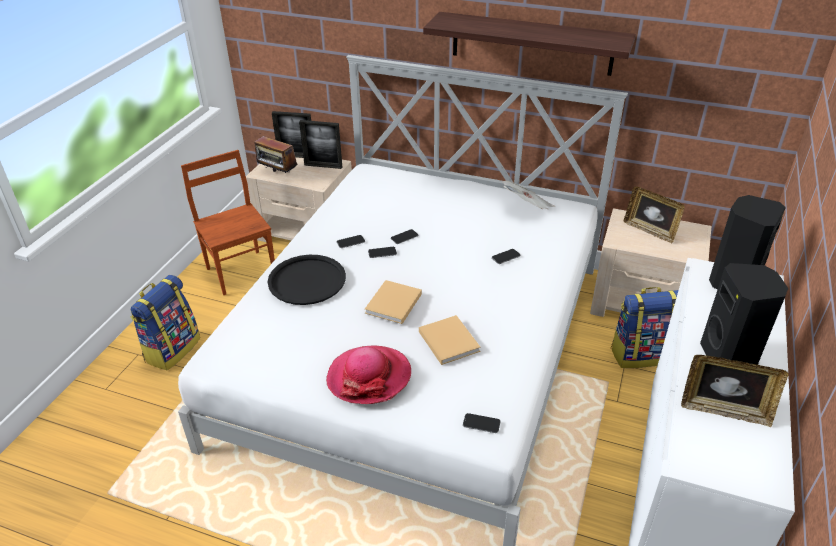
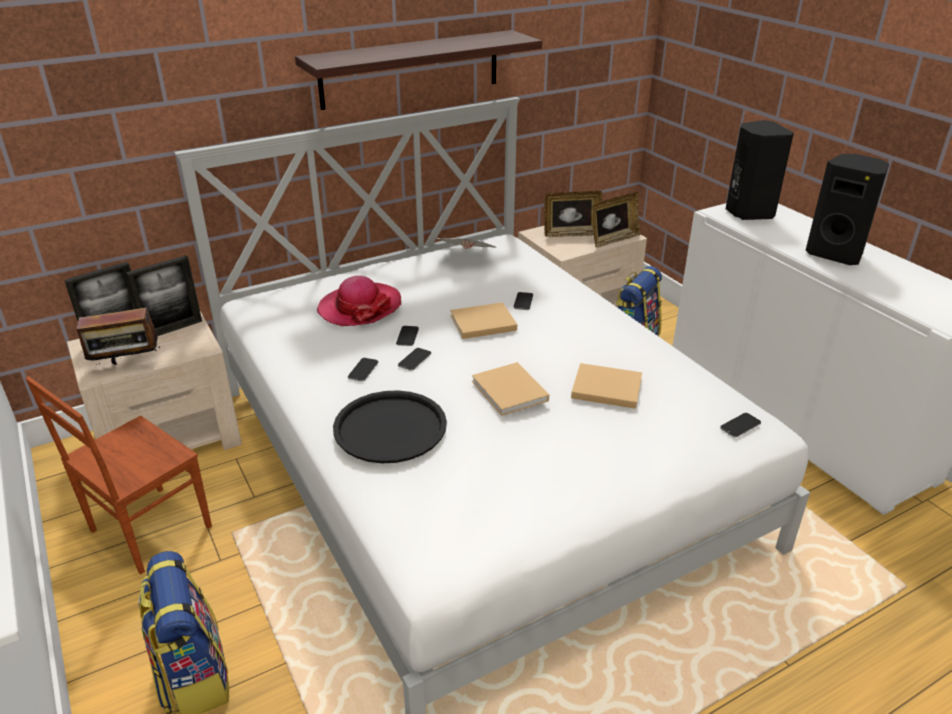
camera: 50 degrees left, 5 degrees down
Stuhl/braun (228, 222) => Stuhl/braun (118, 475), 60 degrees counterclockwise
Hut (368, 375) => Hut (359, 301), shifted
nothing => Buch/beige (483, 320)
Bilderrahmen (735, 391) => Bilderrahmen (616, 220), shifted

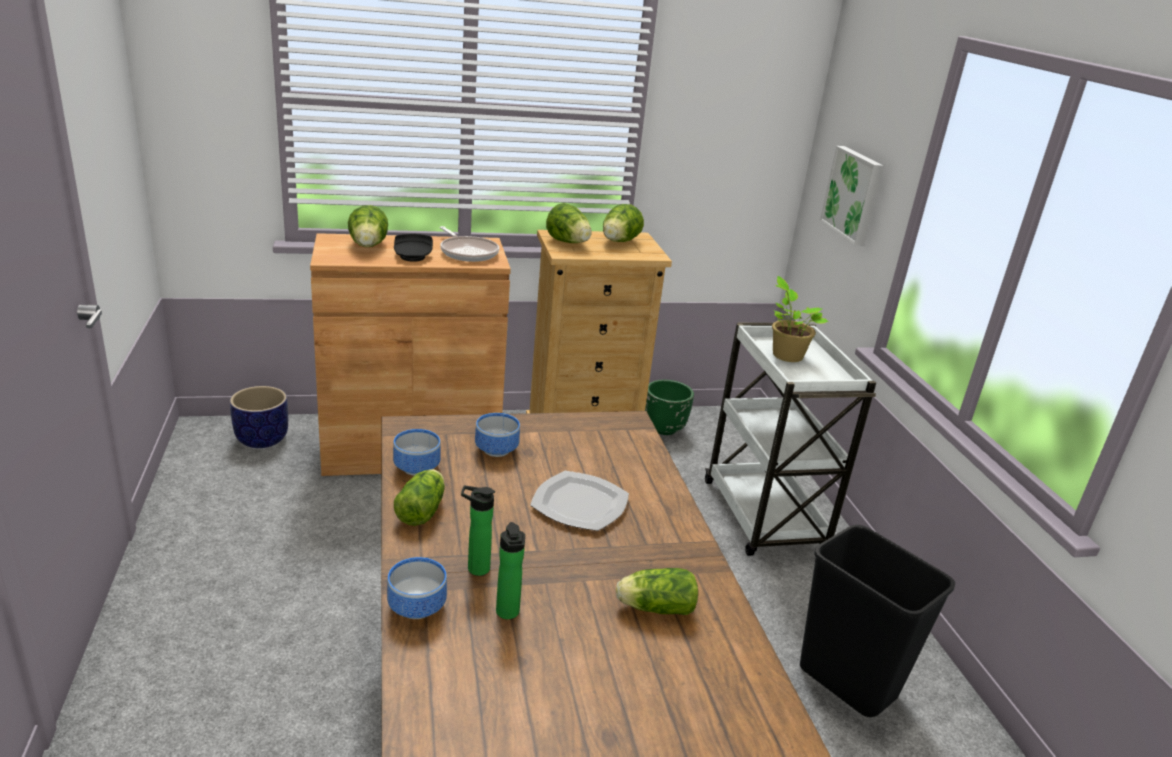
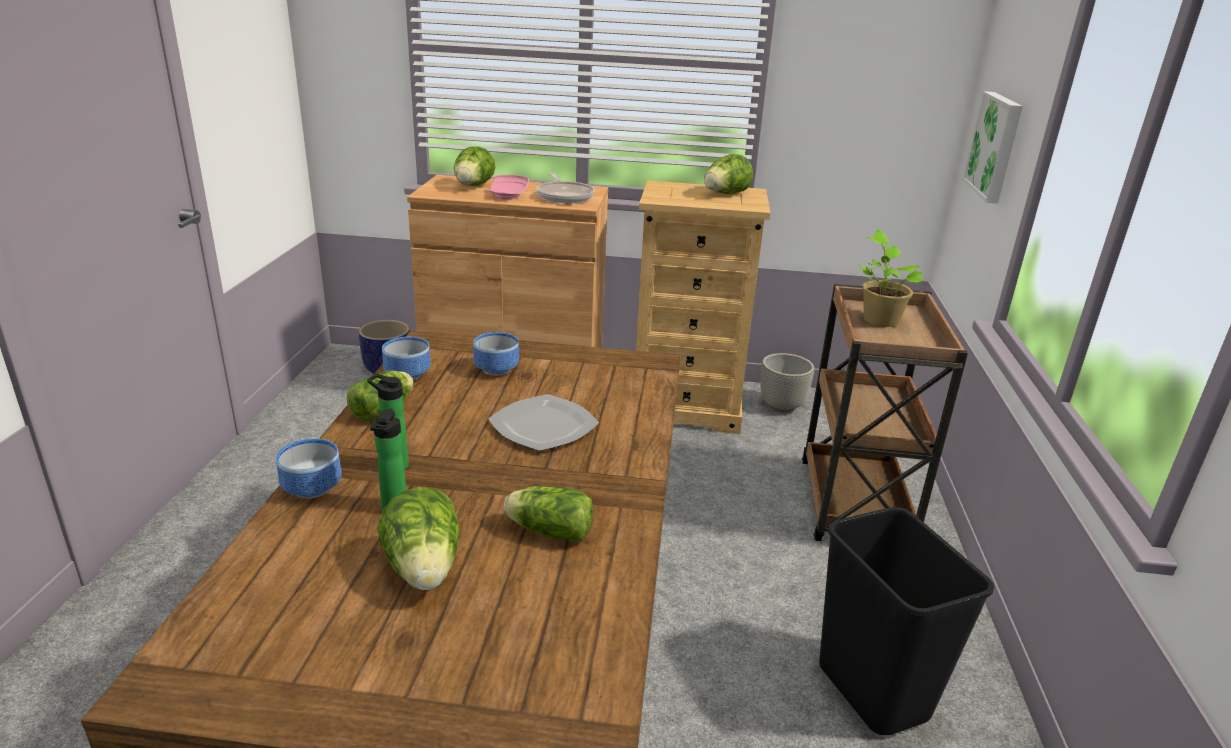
camera: 20 degrees right, 0 degrees up
Salatkopf (569, 223) => Salatkopf (418, 538), shifted
Teller/schwarz (413, 248) => Teller/rosa (509, 187)
Pflanzkübel/grün (669, 407) => Pflanzkübel/grau (787, 382)
Rollwagen/weiß (790, 439) => Rollwagen/braun (885, 412)

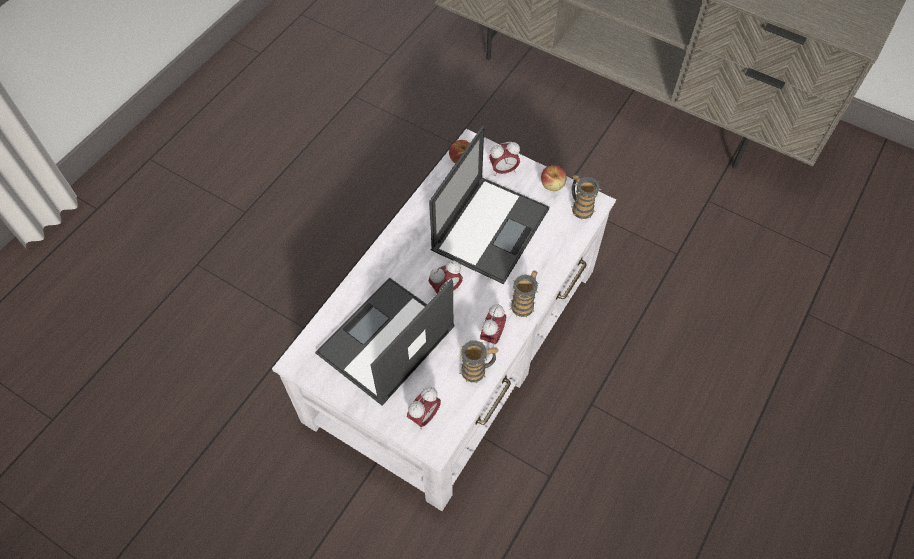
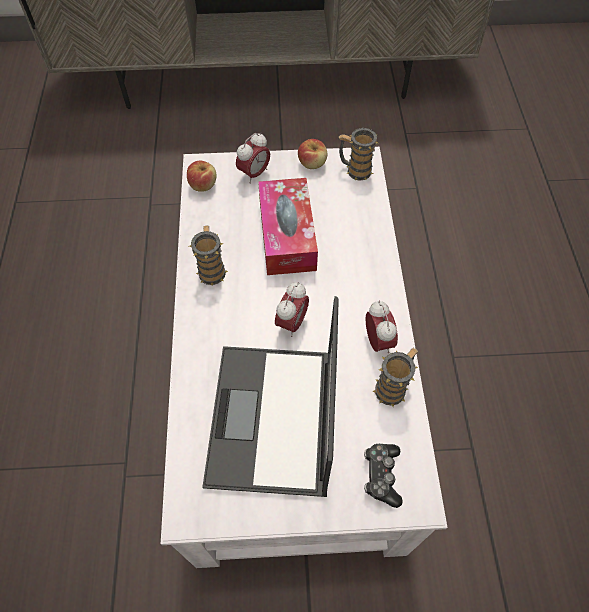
camera: 35 degrees left, 0 degrees up
Henkelbecher (524, 294) => Henkelbecher (208, 255), shifted
Laptop (489, 205) => Taschentuchbox (288, 226)
Wecker (424, 408) => Gamepad (383, 476)

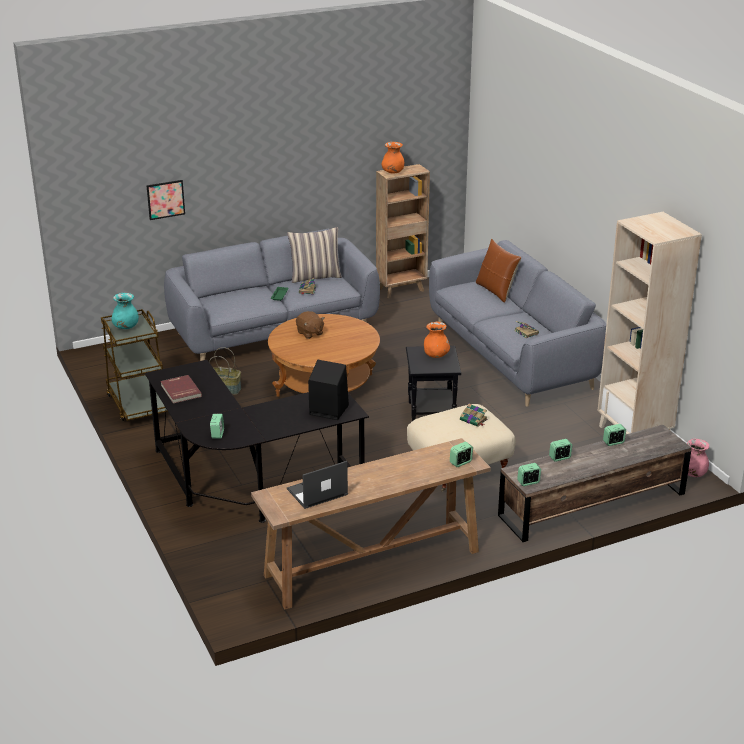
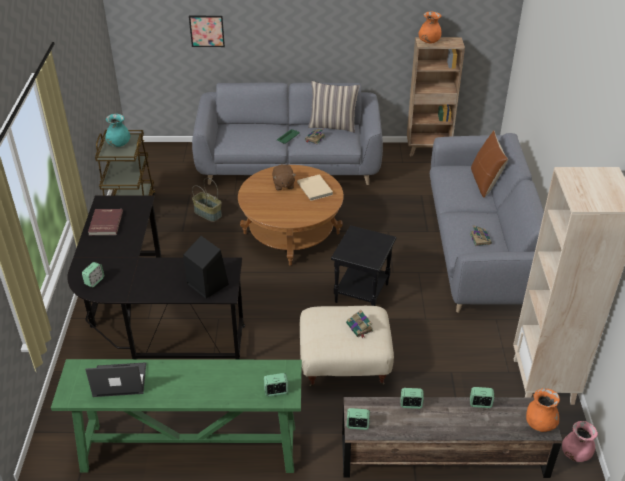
camera: 25 degrees right, 10 degrees up
Konsolentisch/braun (371, 524) => Konsolentisch/grün (176, 416)
nothing => Buch/beige (315, 187)
Vase/orange (437, 340) => Vase/orange (543, 410), shifted

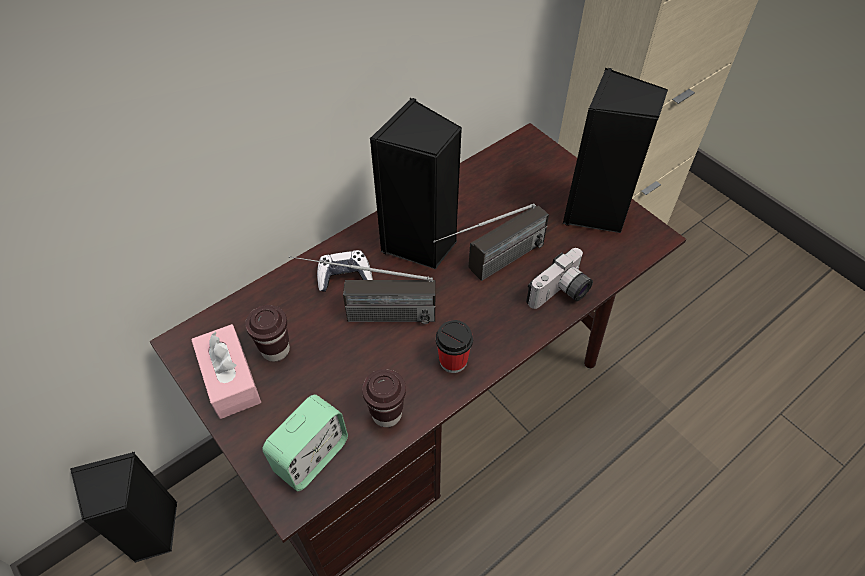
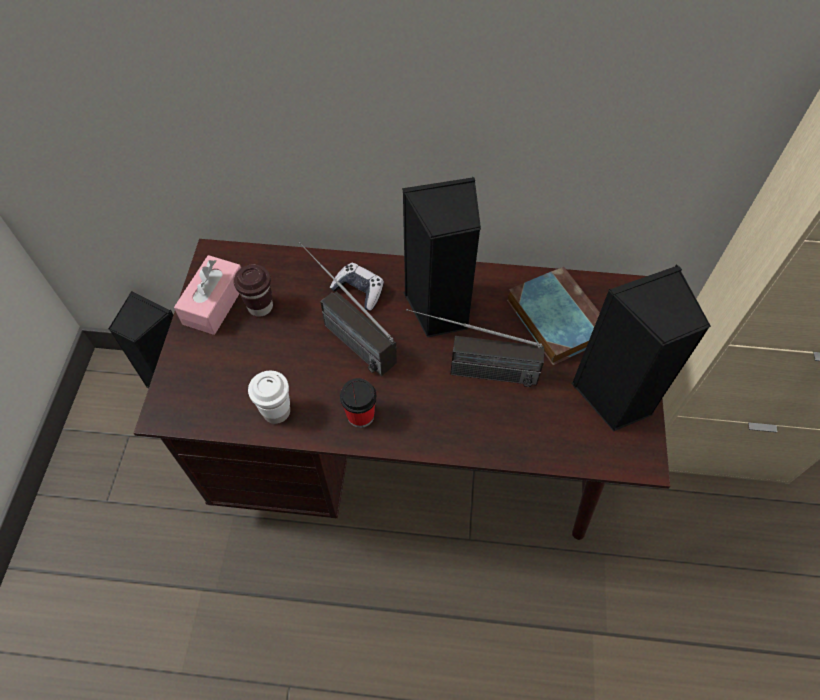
camera: 45 degrees right, 5 degrees up
Tasse/braun (384, 398) => Tasse/weiß (269, 397)
nothing => Buch (553, 315)
Wecker (305, 442) => nothing
Kamera (559, 278) => nothing

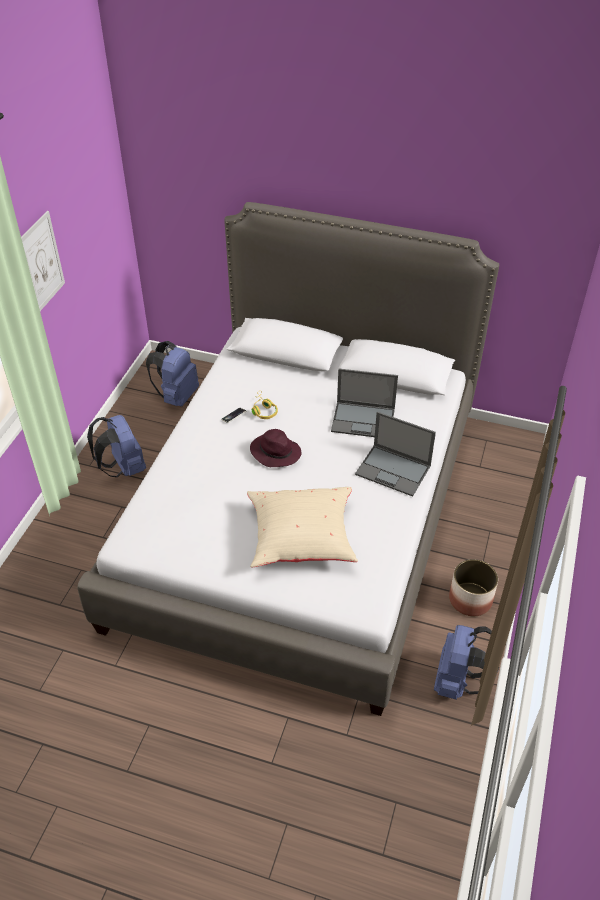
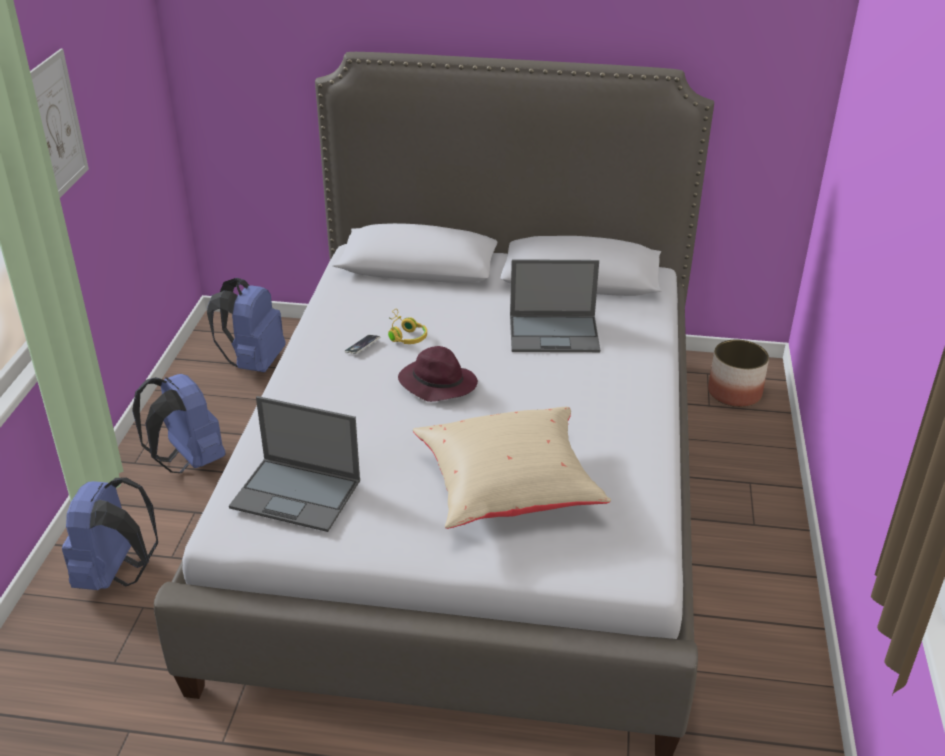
camera: 10 degrees left, 10 degrees down
Rucksack/blau (466, 662) => Rucksack/blau (110, 533), shifted
Laptop (395, 454) => Laptop (294, 464), shifted
Pflanzkübel (473, 587) => Pflanzkübel (738, 373), shifted

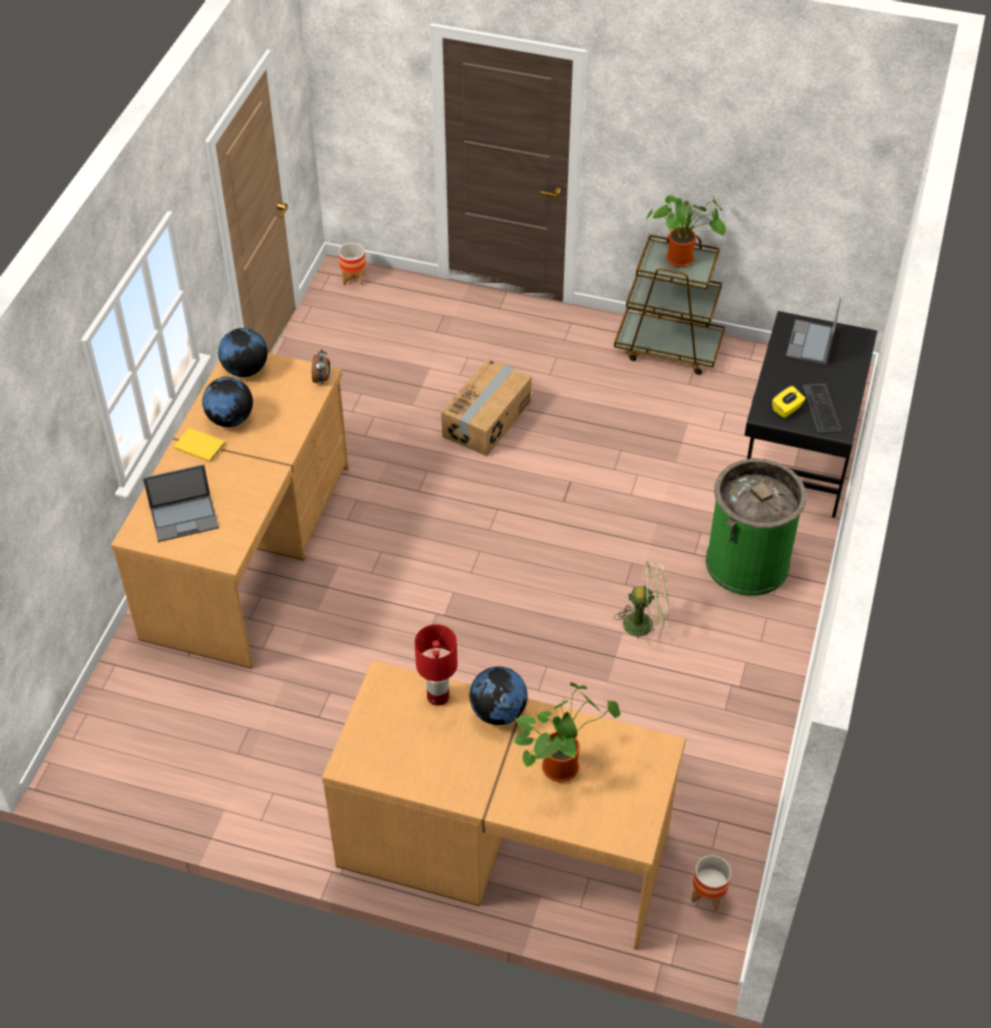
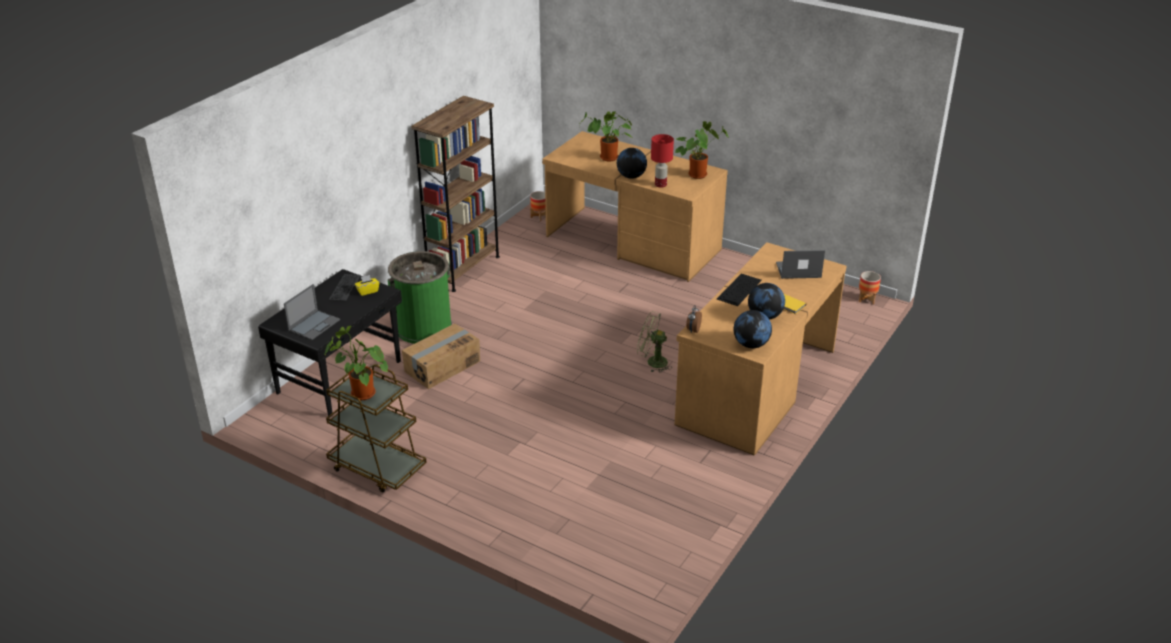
camera: 165 degrees left, 15 degrees down
Karton (486, 407) => Karton (441, 356), shifted
nothing => Bücherregal/braun (455, 194)
Ventilator/grün (641, 604) => Ventilator/grün (654, 342), shifted
nothing => Topfpflanze (702, 150)
nothing => Tastatur (739, 290)
Pflanzkübel (352, 264) => Pflanzkübel (870, 288), shifted

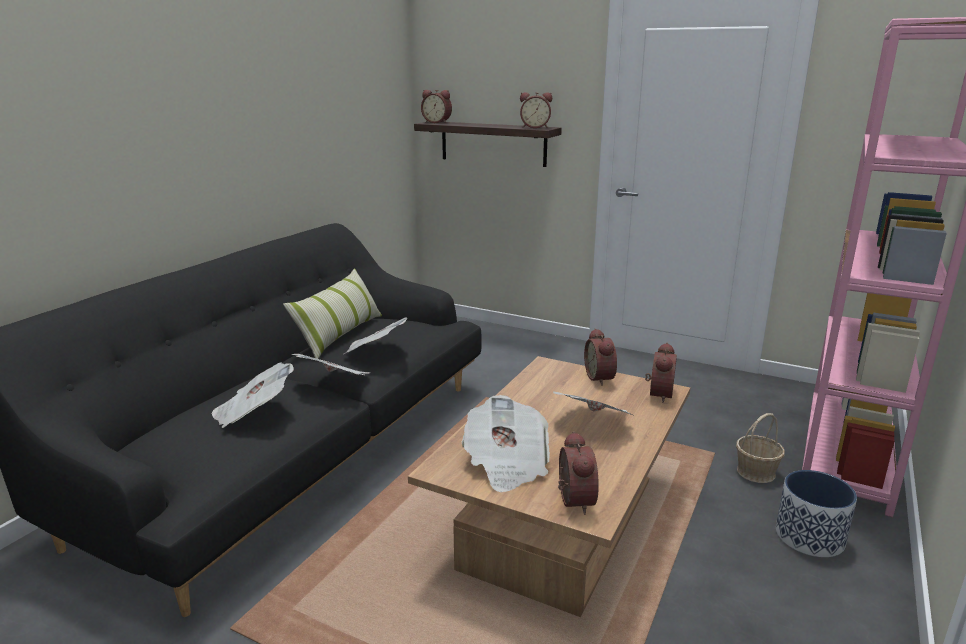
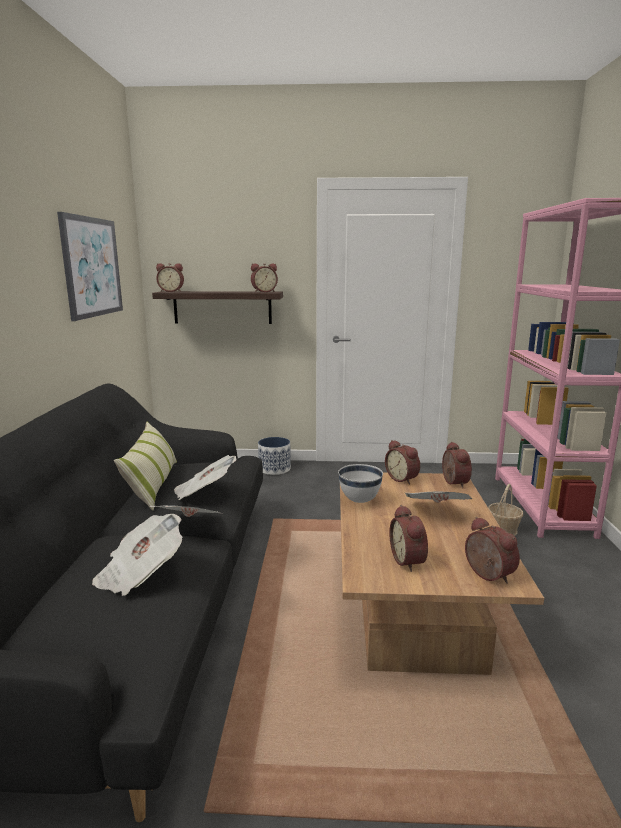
camera: 25 degrees left, 5 degrees down
nothing => Bild (90, 266)
Pflanzkübel (816, 513) => Pflanzkübel (274, 456), shifted
nothing => Schüssel/weiß (360, 483)
Zeitung (506, 443) => Wecker (408, 538)

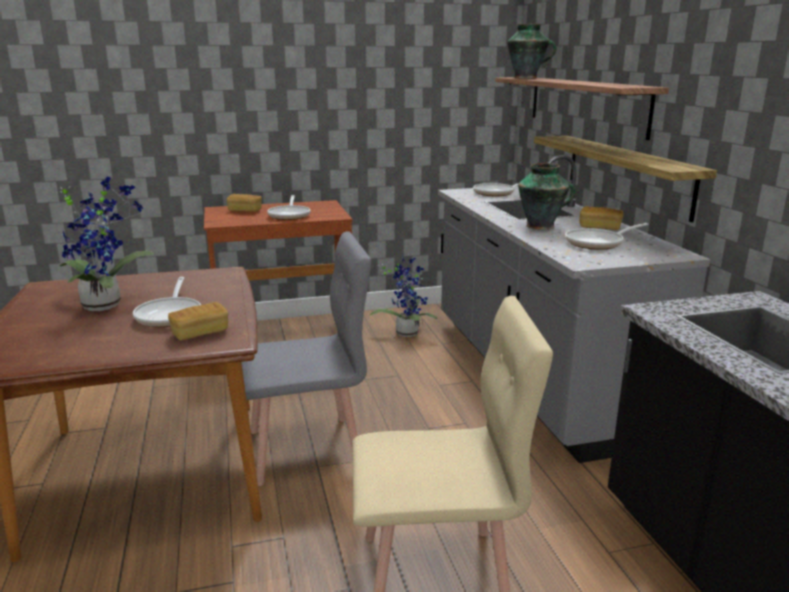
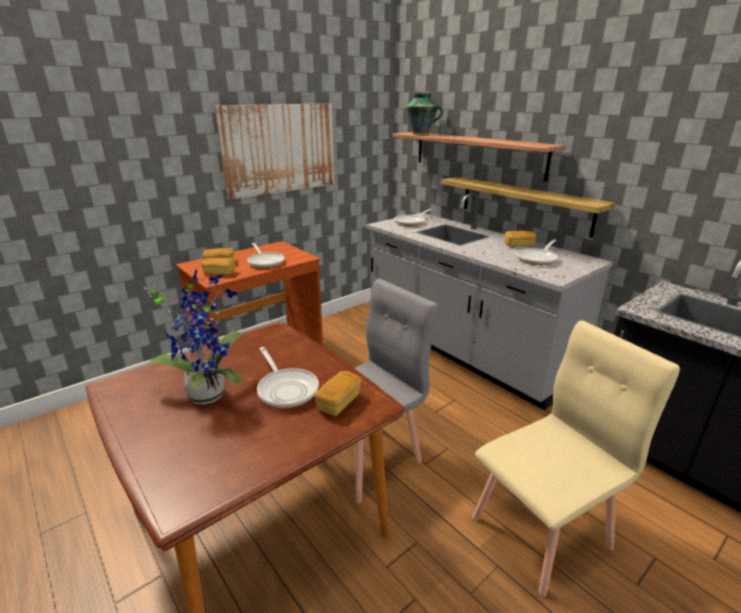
camera: 25 degrees left, 5 degrees up
nothing => Brot (218, 266)
nothing => Bild (274, 151)
Topfpflanze (404, 297) => nothing
Vase (547, 196) => nothing

